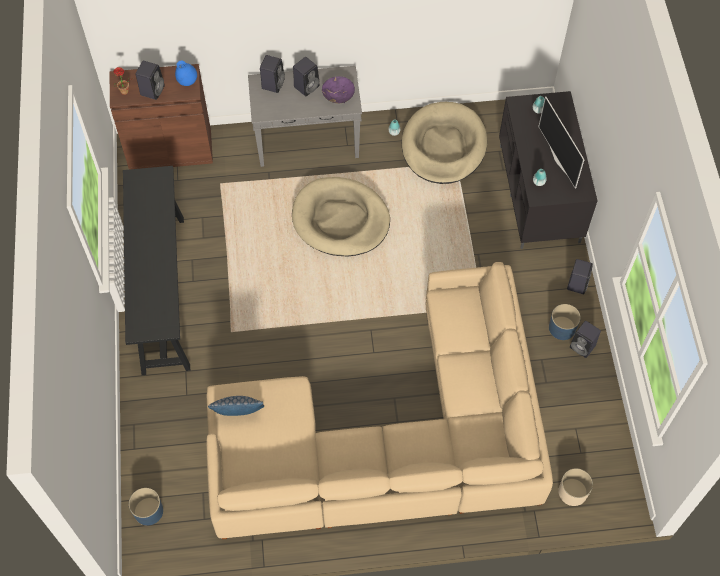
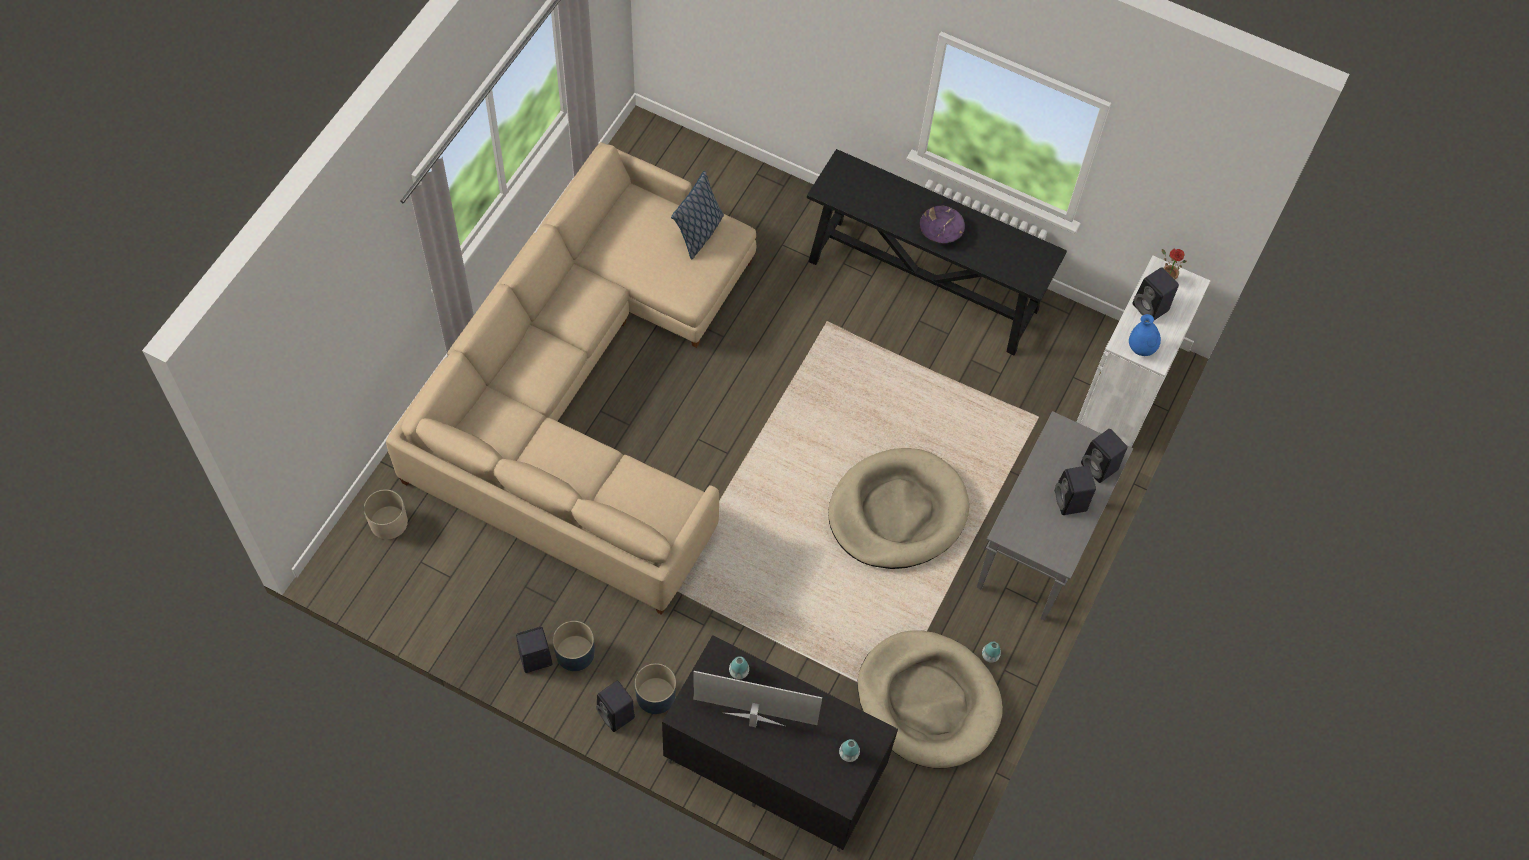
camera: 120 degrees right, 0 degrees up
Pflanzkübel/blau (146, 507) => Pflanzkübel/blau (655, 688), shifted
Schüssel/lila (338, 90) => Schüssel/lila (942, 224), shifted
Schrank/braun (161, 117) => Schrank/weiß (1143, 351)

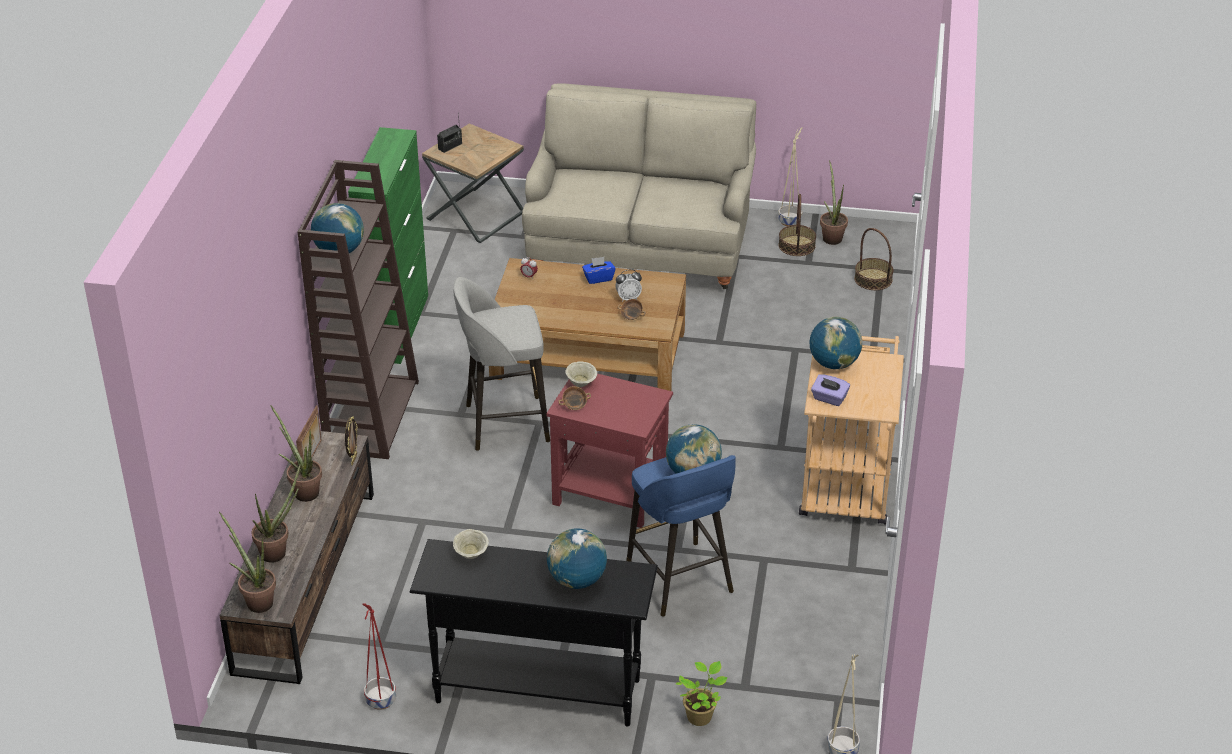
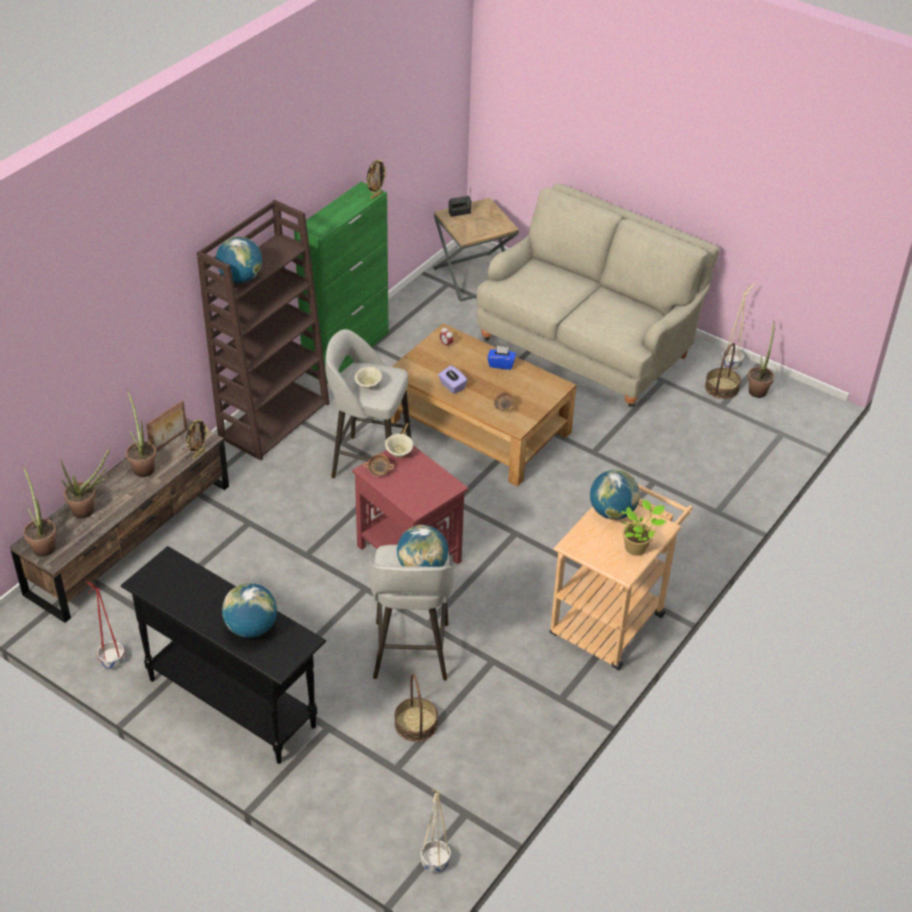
camera: 25 degrees right, 5 degrees up
Schüssel/beige (471, 544) => Schüssel/beige (368, 378), shifted
nothing => Bilderrahmen (376, 179)
Hocker/blau (681, 536) => Hocker/grau (411, 612)
Korb (874, 259) => Korb (416, 707), shifted
Taschentuchbox/lila (830, 390) => Taschentuchbox/lila (452, 379), shifted
Topfpflanze (702, 693) => Topfpflanze (643, 528), shifted
Wecker (628, 285) => nothing

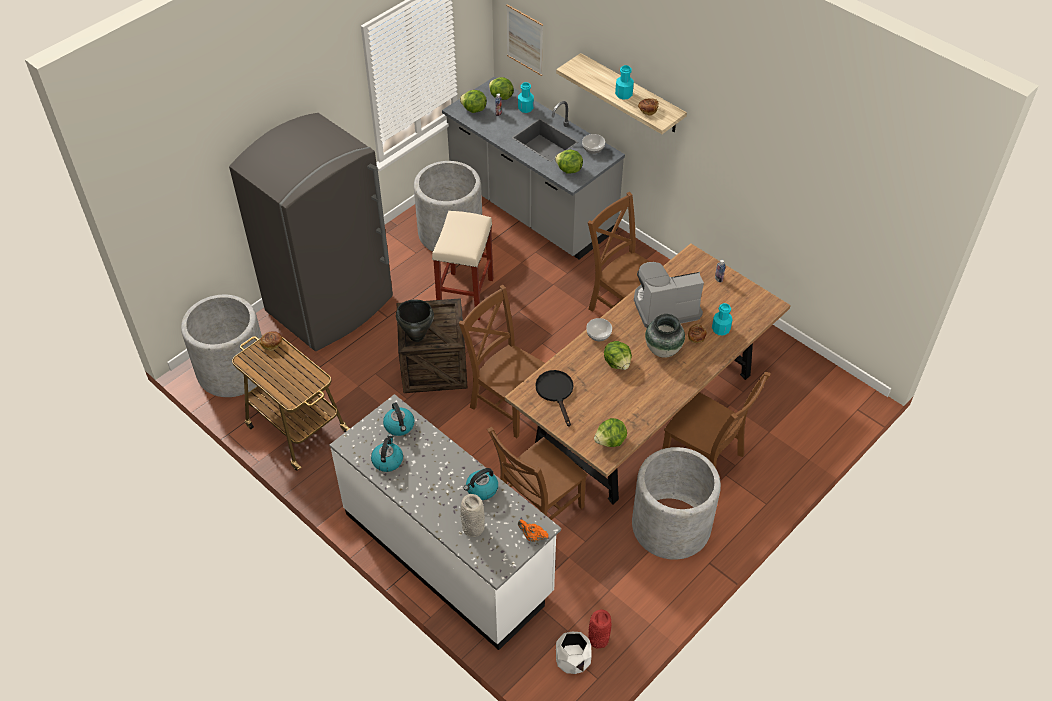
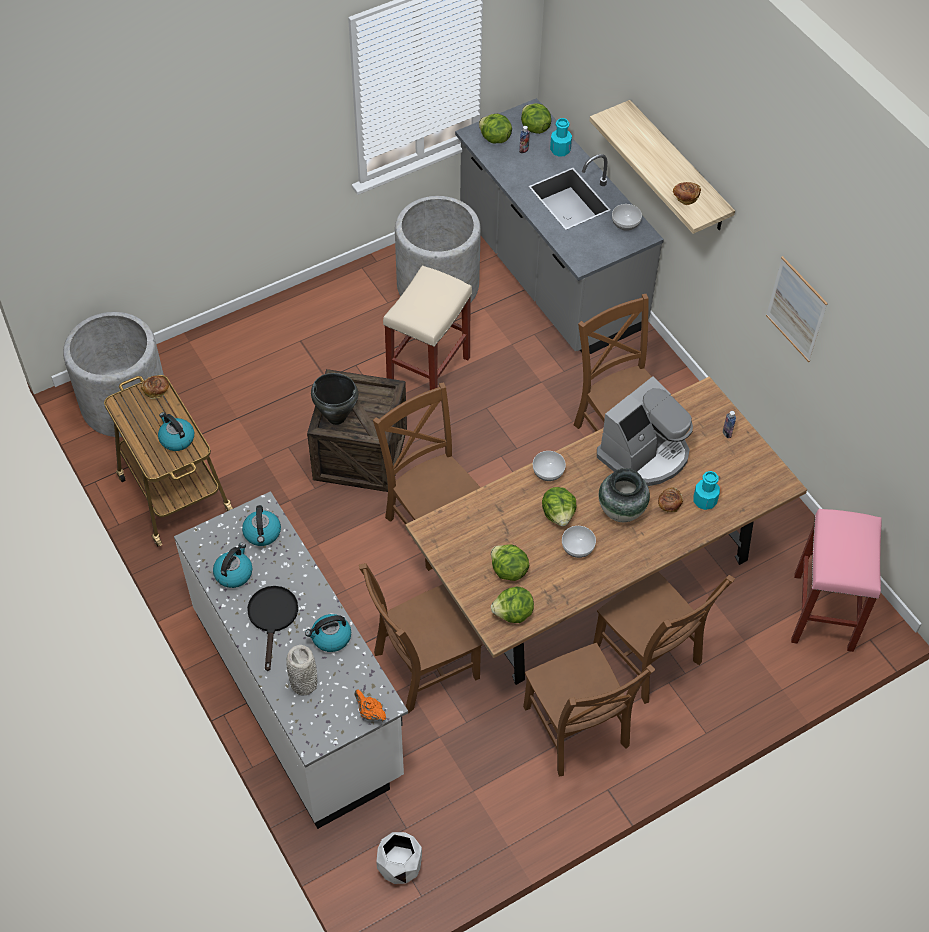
camera: 15 degrees right, 5 degrees up
nothing => Wasserkessel (176, 431)
Pfanne/schwarz (554, 398) => Pfanne/schwarz (272, 628), shifted
Salatkopf (569, 161) => Salatkopf (510, 562), shifted
Pflanzkübel/grau (676, 503) => Stuhl/braun (589, 709)
nothing => Schüssel (579, 542)
Kaffeemaschine (669, 295) => Kaffeemaschine (645, 431), 135 degrees clockwise
Bild (524, 40) => Bild (797, 309), shifted
nothing => Hocker/rosa (836, 580)
Kühlschrank/grau (311, 232) => nothing
Vase/rot (599, 629) => nothing
Flasche/türkis (624, 82) => nothing

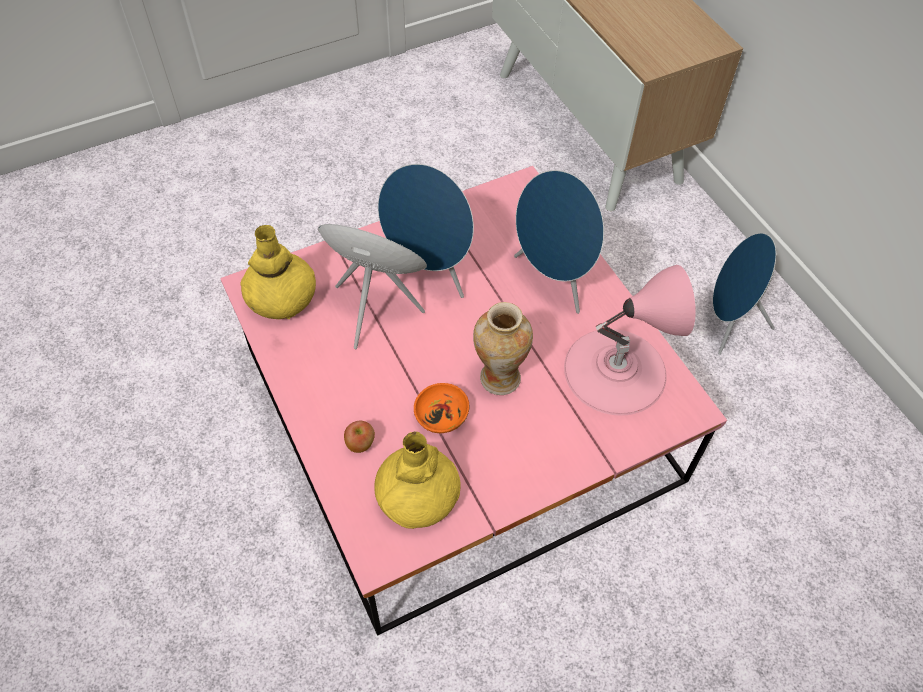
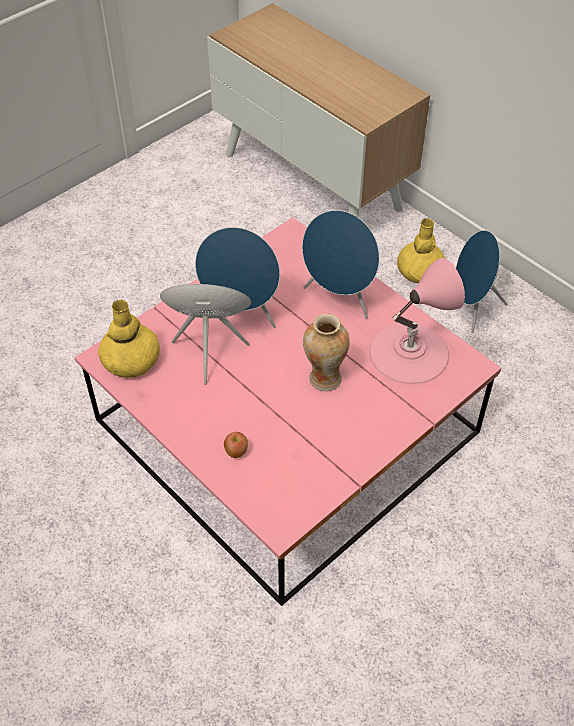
camera: 15 degrees left, 5 degrees down
Vase/gelb (417, 480) => Vase/gelb (421, 250), shifted
Schüssel/orange (441, 408) => nothing

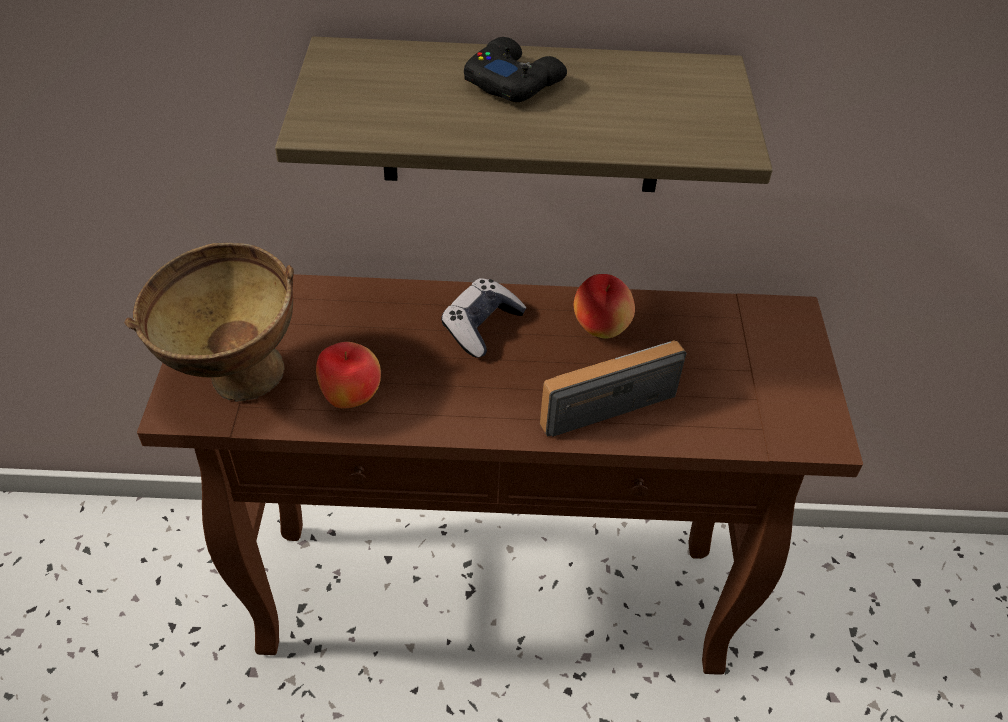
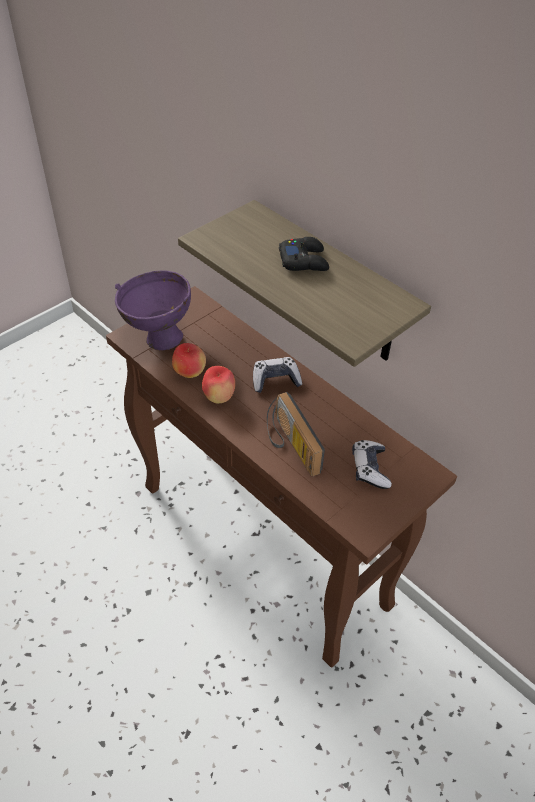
camera: 45 degrees right, 0 degrees up
Schüssel/braun (209, 322) => Schüssel/lila (153, 310)
Apfel (604, 306) => Apfel (218, 384), shifted
Radio (613, 388) => Radio (296, 434), 135 degrees counterclockwise
nothing => Gamepad (372, 464)

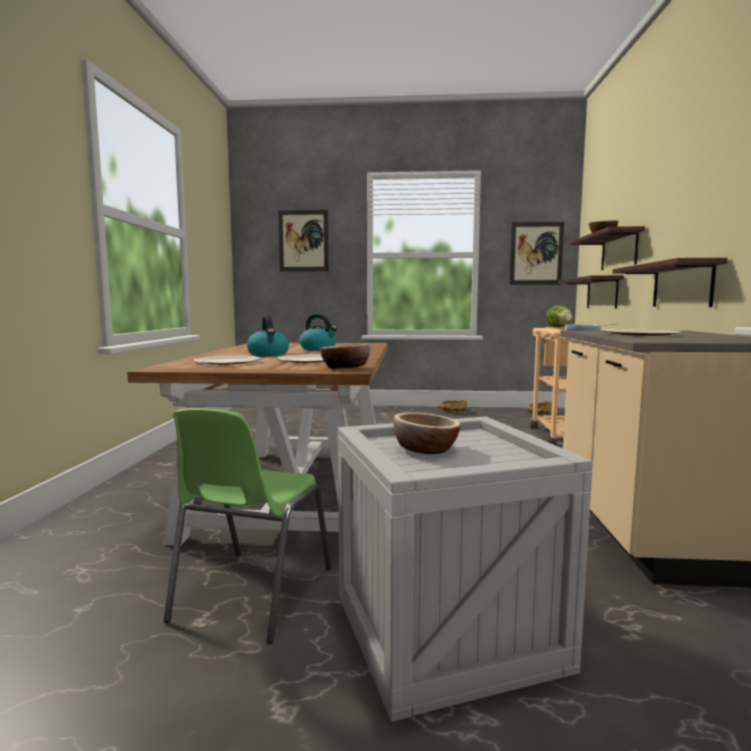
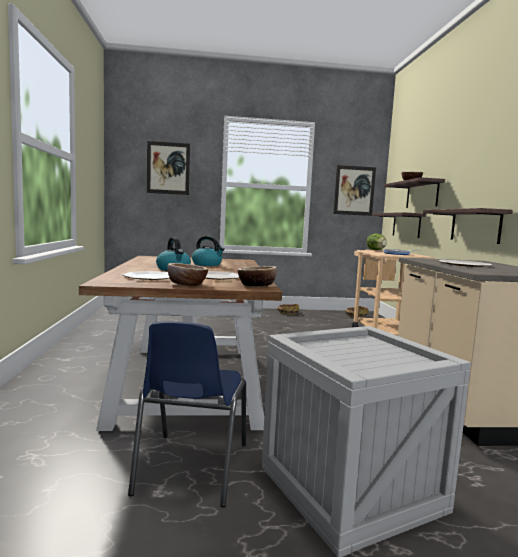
camera: 10 degrees left, 0 degrees up
Stuhl/grün (247, 526) => Stuhl/blau (187, 414)
Schüssel (427, 433) => Schüssel (187, 274), shifted

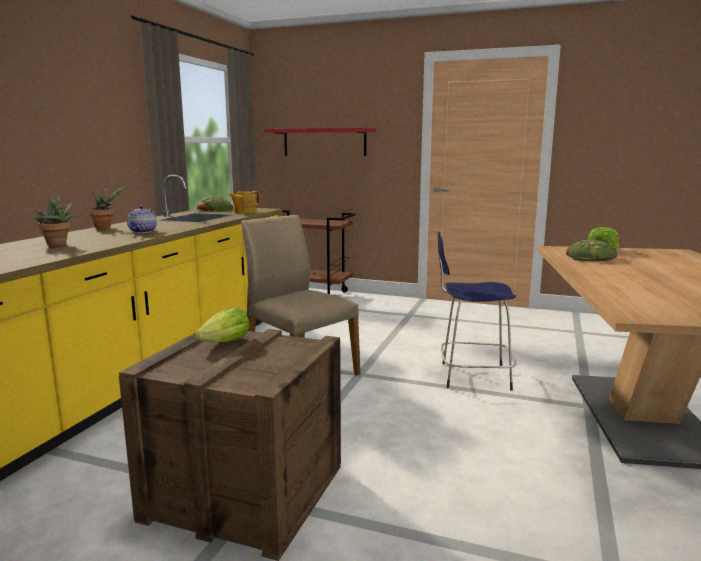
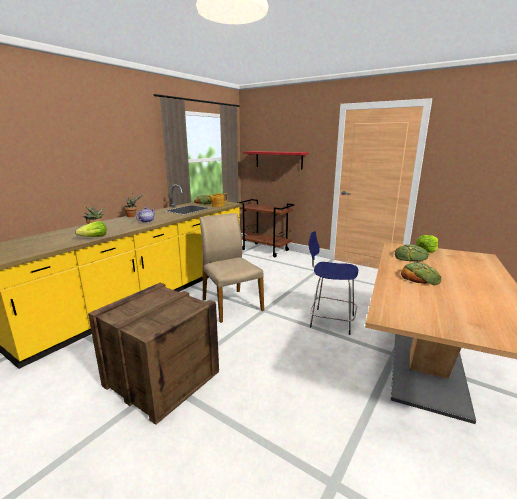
camera: 15 degrees right, 5 degrees up
Salatkopf (222, 324) => Salatkopf (91, 229), shifted
nothing => Brot (421, 274)

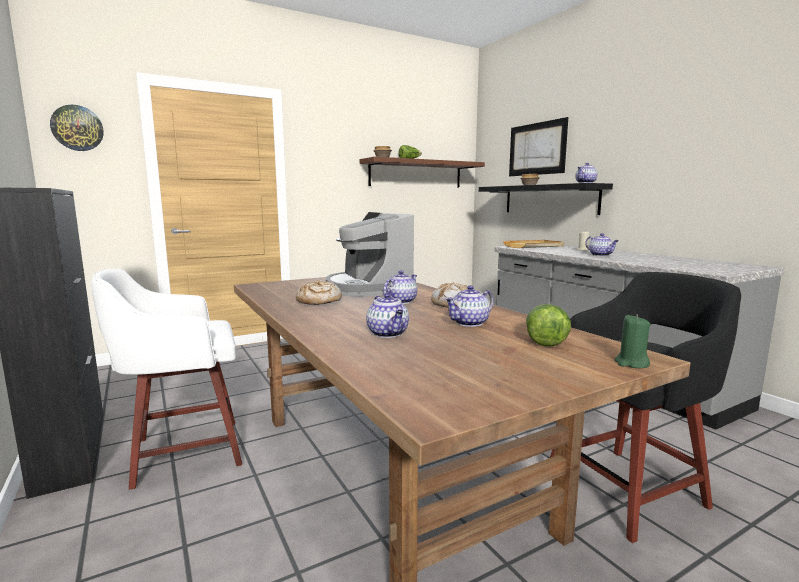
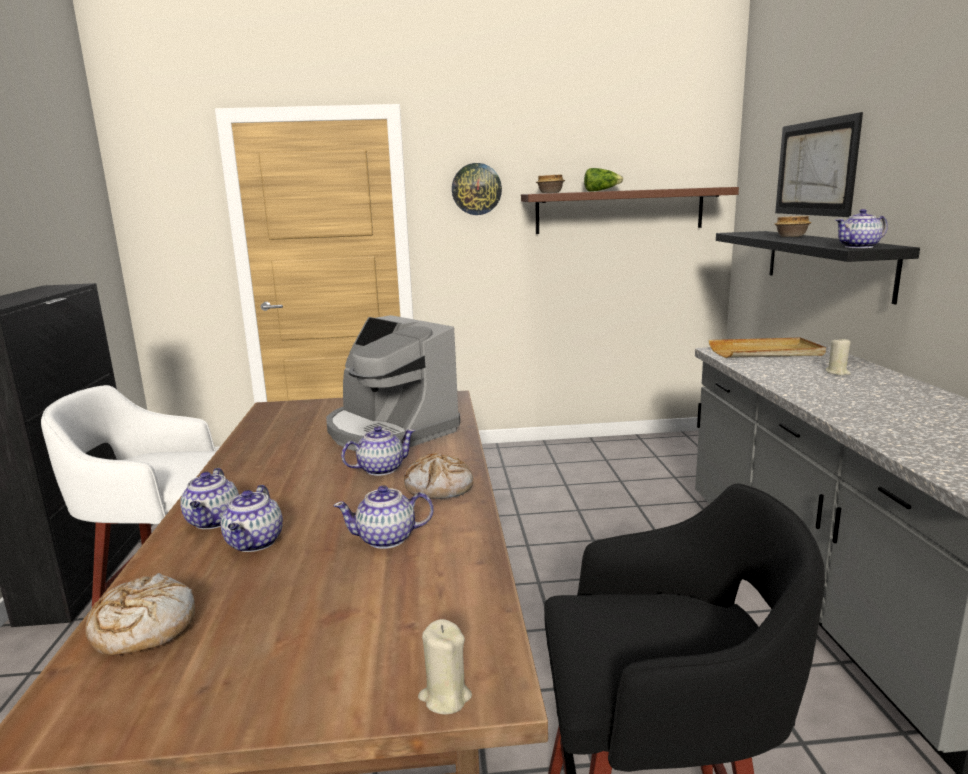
camera: 25 degrees right, 5 degrees up
Brot (319, 292) => Brot (140, 614), shifted
Teekanne (602, 244) => Teekanne (209, 498), shifted
Kaffeemaschine (371, 254) => Kaffeemaschine (393, 383), 45 degrees counterclockwise
Kerze/grün (632, 341) => Kerze/beige (445, 667)
Wanduhr (77, 128) => Wanduhr (477, 189), shifted
Salatkopf (548, 325) => nothing

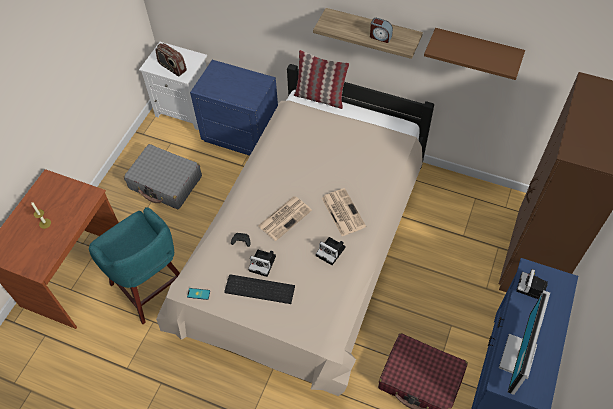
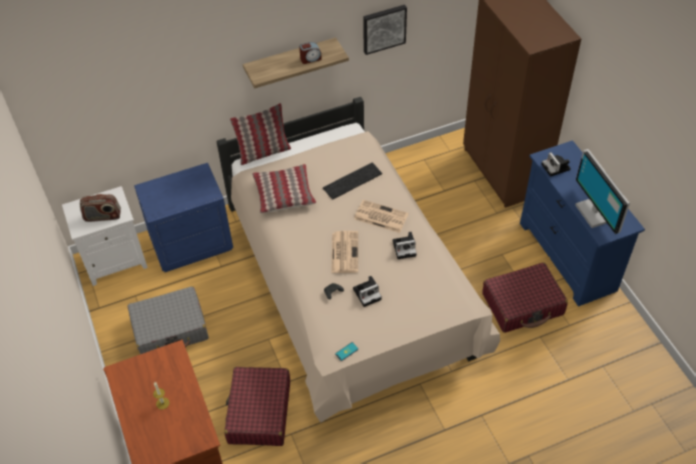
camera: 45 degrees left, 5 degrees down
Hocker/türkis (134, 265) => Koffer/rot (257, 406)
nothing => Kissen (284, 188)
Tastatur (259, 289) => Tastatur (352, 181), shifted
Wandregal/braun (474, 54) => Bild (385, 30)

